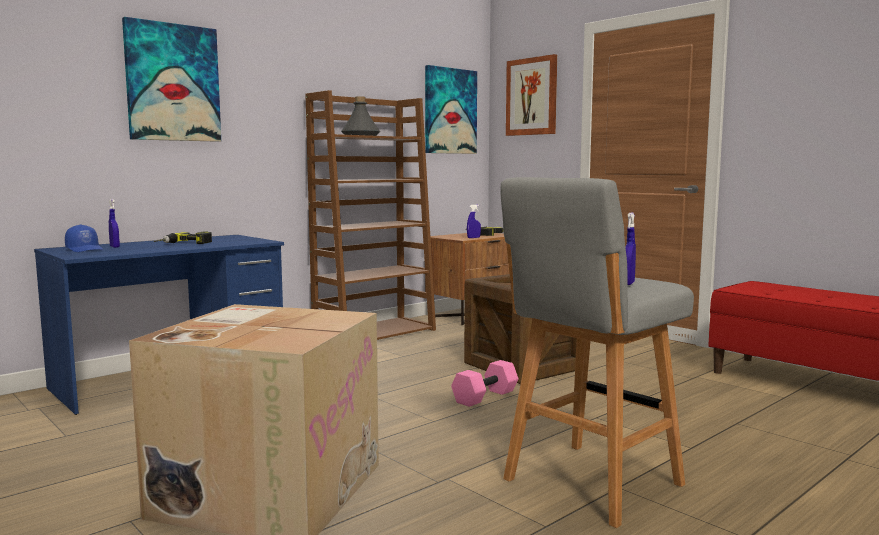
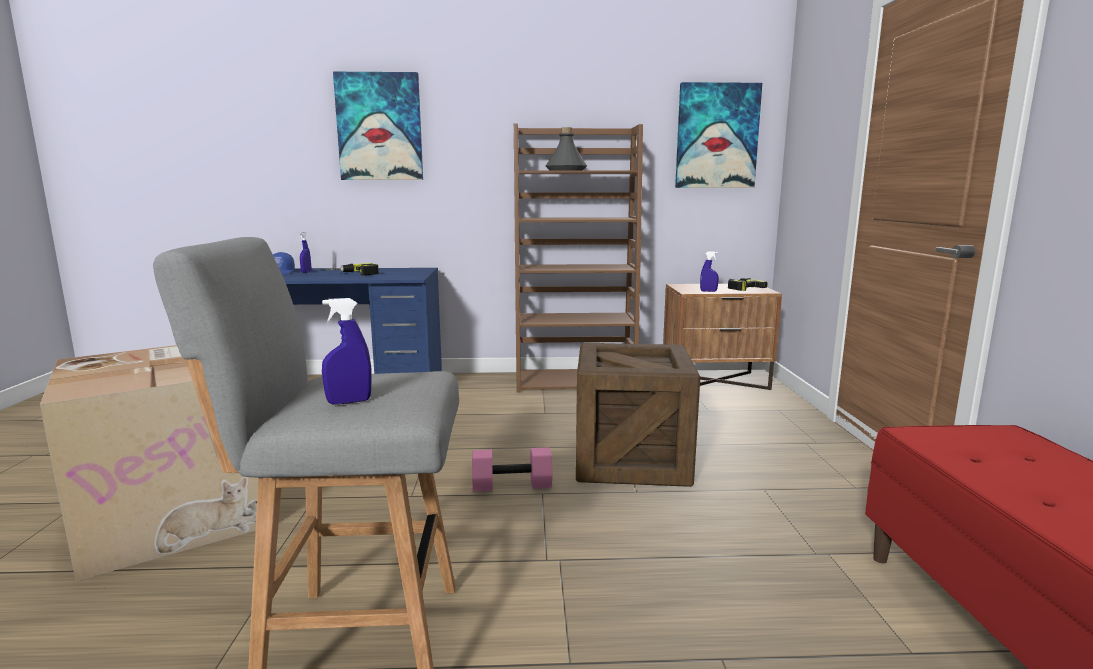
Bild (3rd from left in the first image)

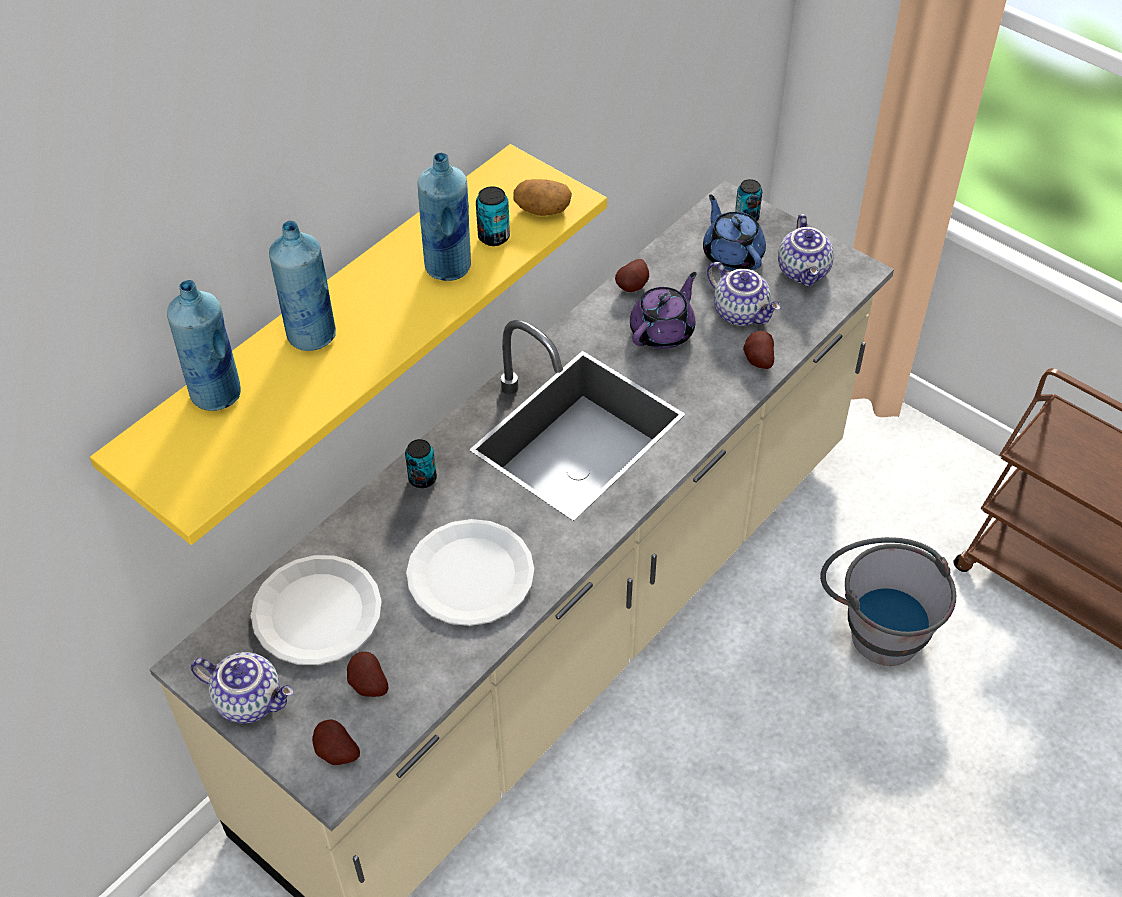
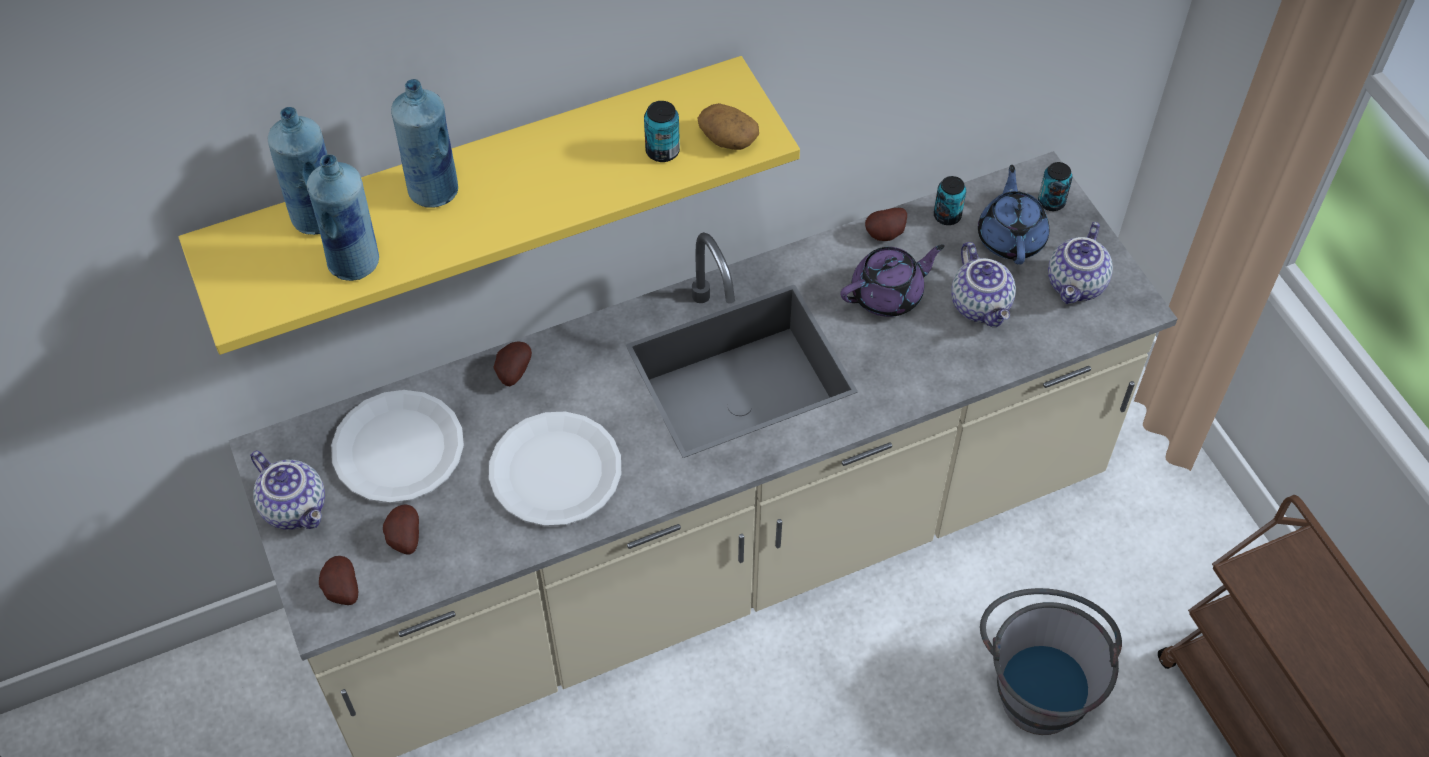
Dose (2nd from left); Flasche (blau) (2nd from left); Kartoffel (3rd from left)

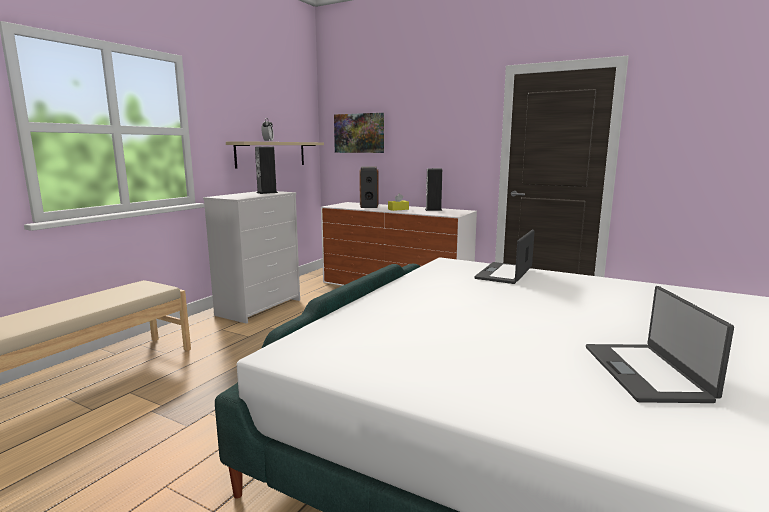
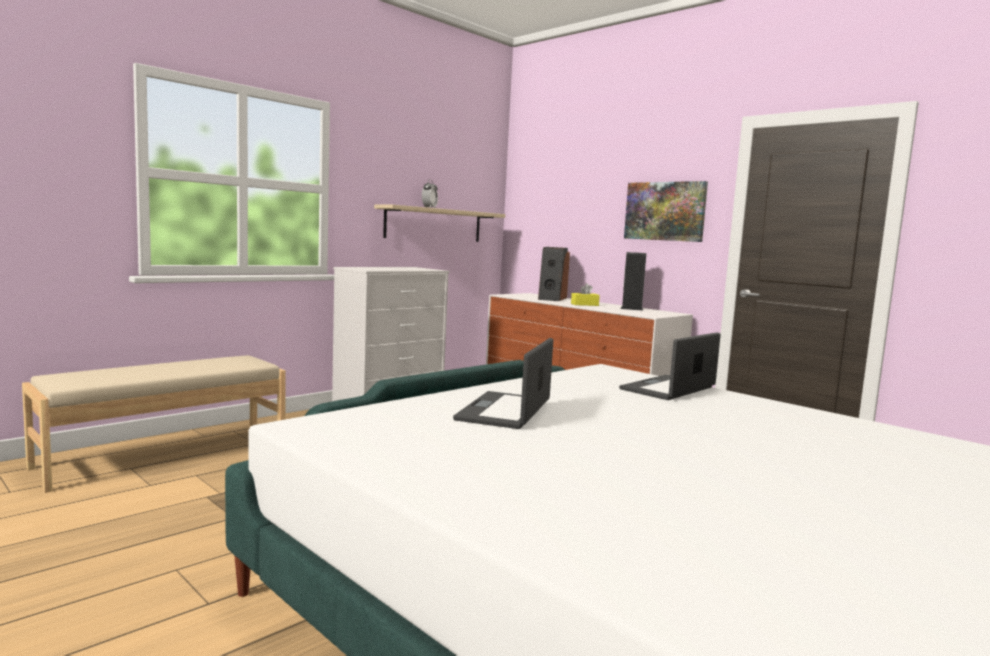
Lautsprecher (1st from left in the first image); Bild; Laptop (1st from left)

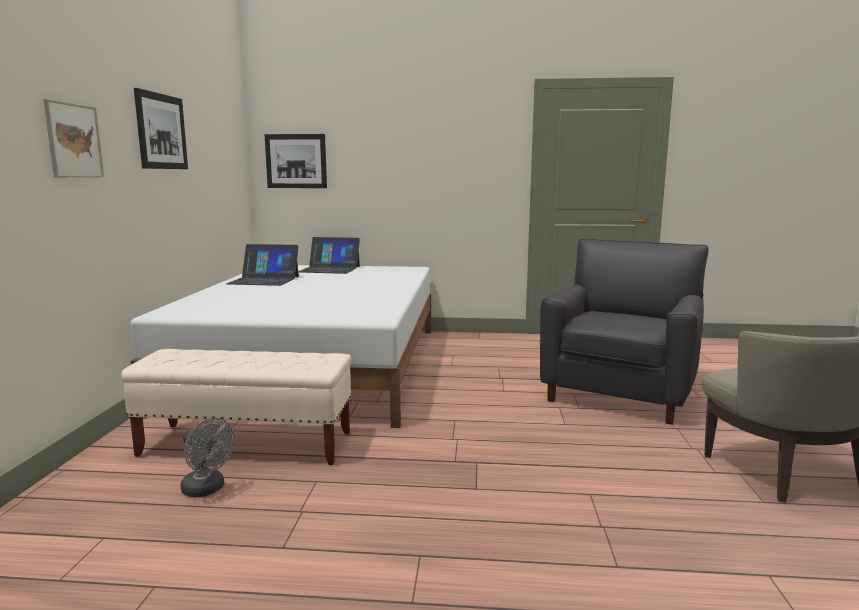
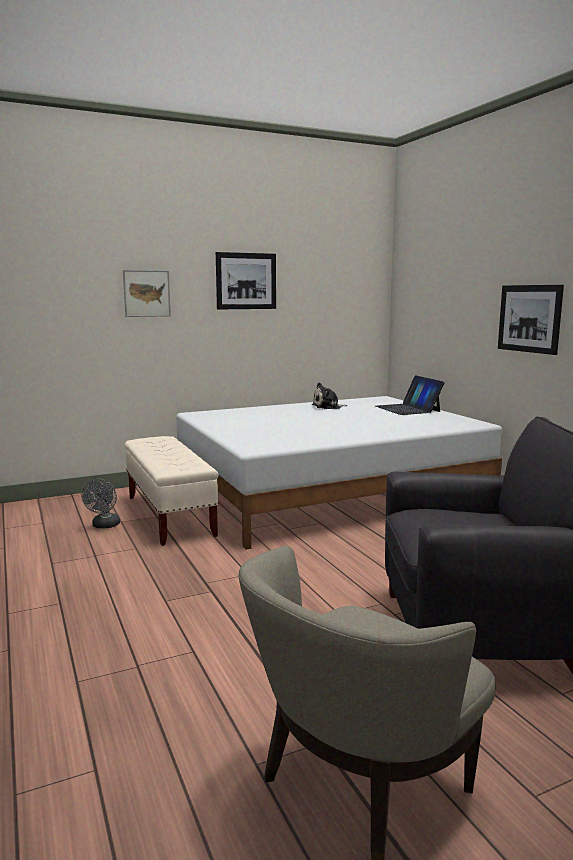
Bild (3rd from left); Plüschtier

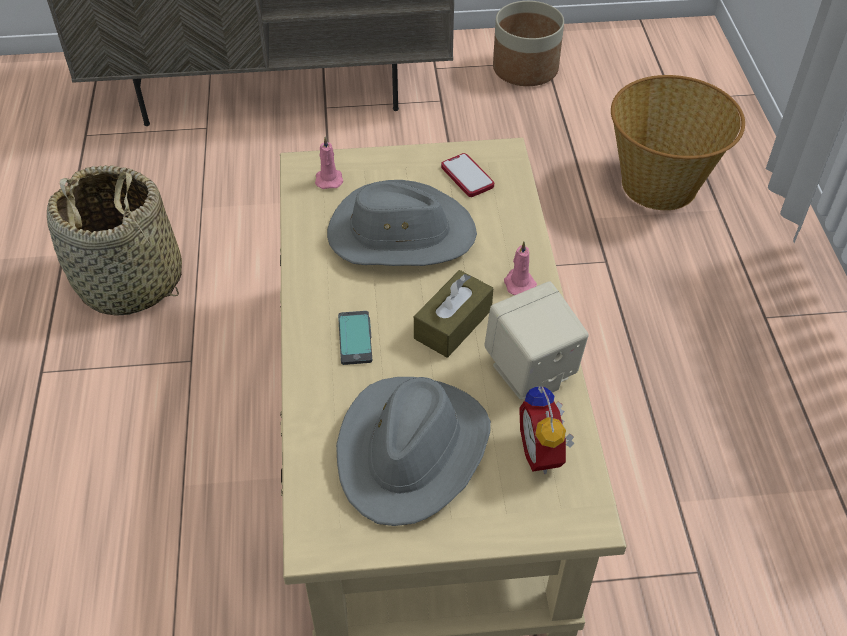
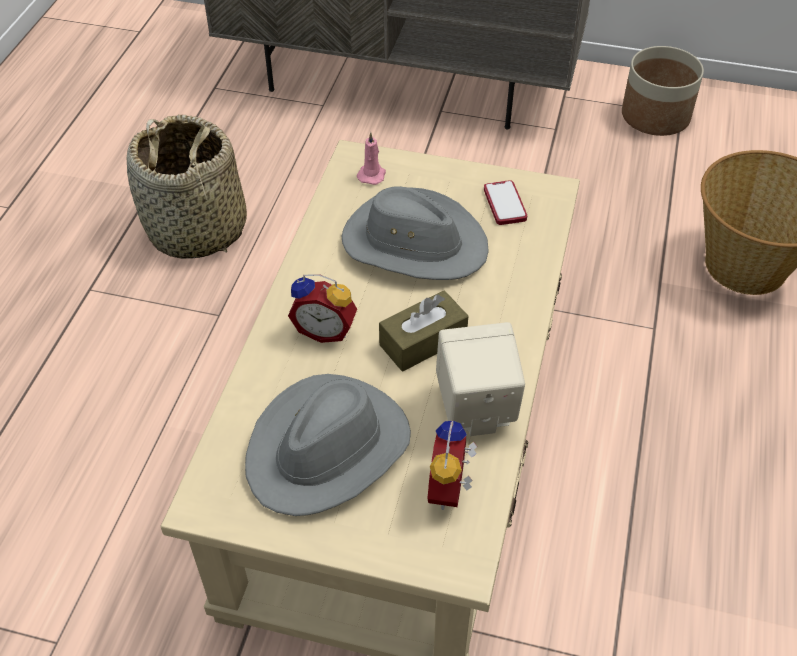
Kerze (rosa) (2nd from left in the first image); Wecker (1st from left)

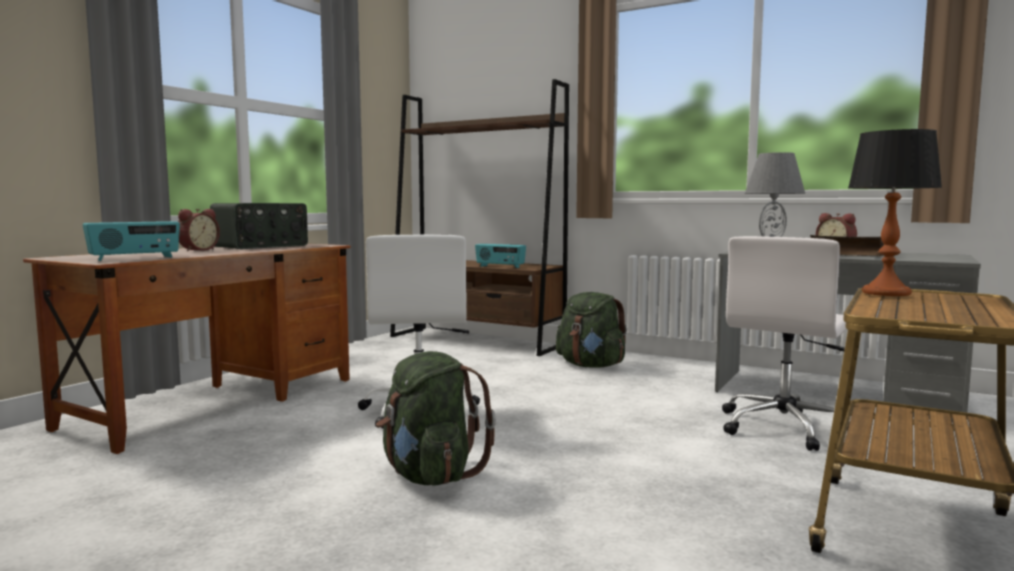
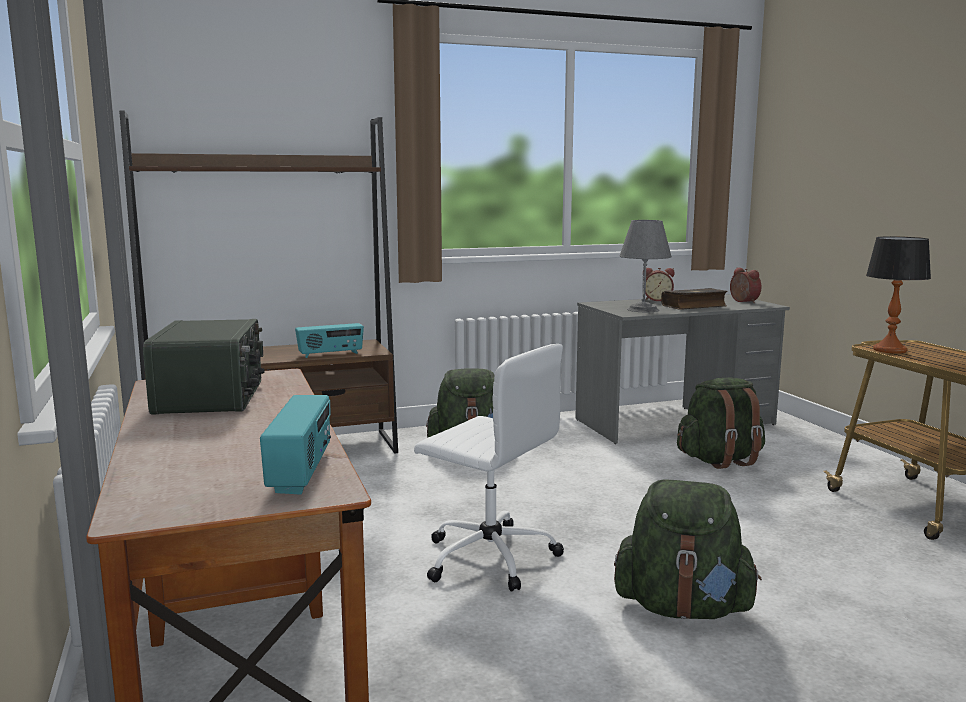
Wecker (2nd from left); Rucksack (grün) (3rd from left)

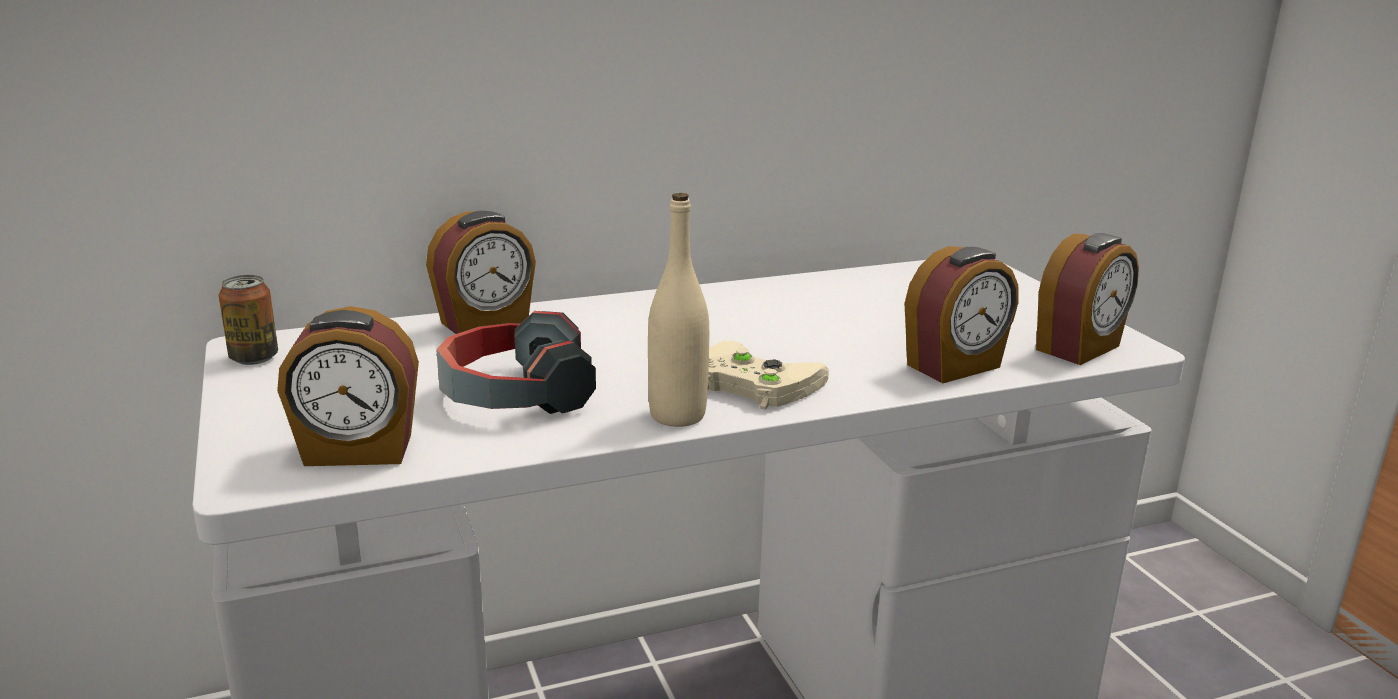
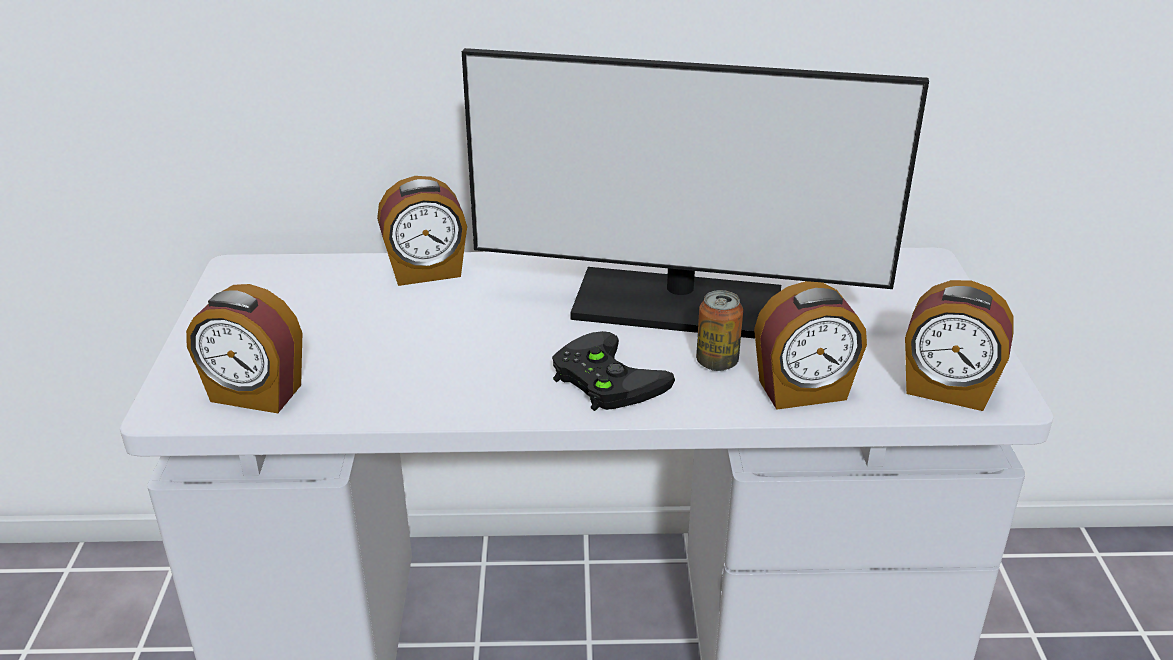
Kopfhörer; Flasche (beige); Monitor; Dose; Gamepad (schwarz); Wecker (4th from left)

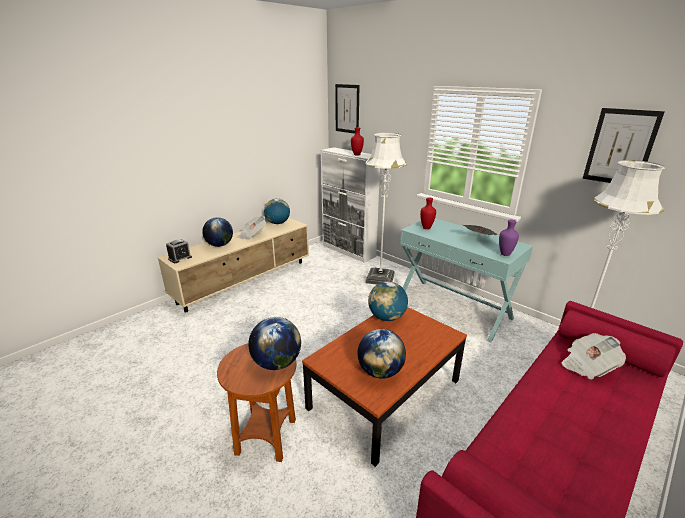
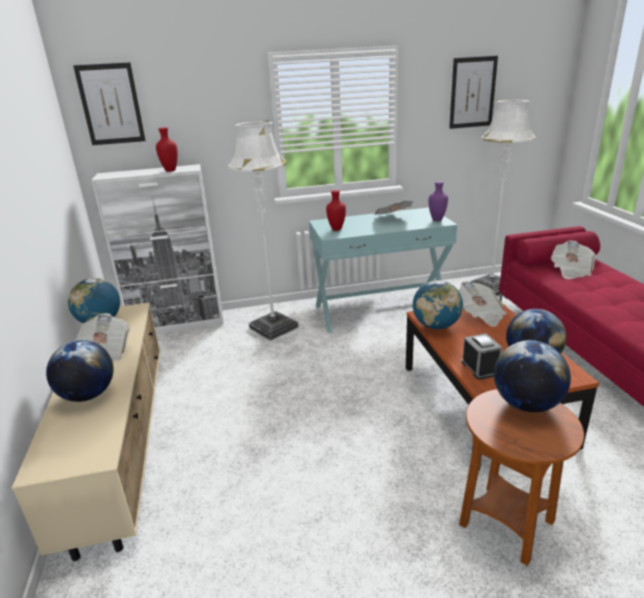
Zeitung (3rd from left); Wecker

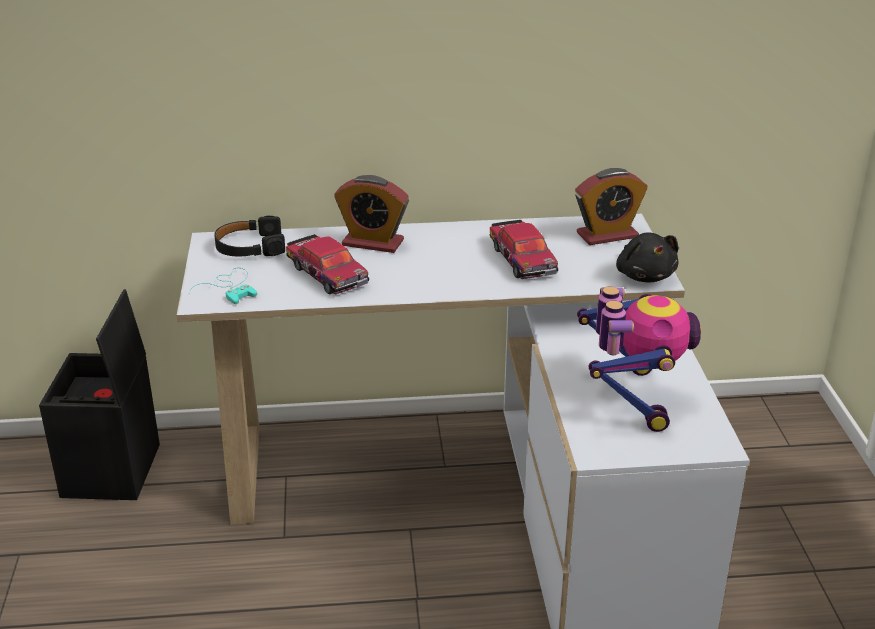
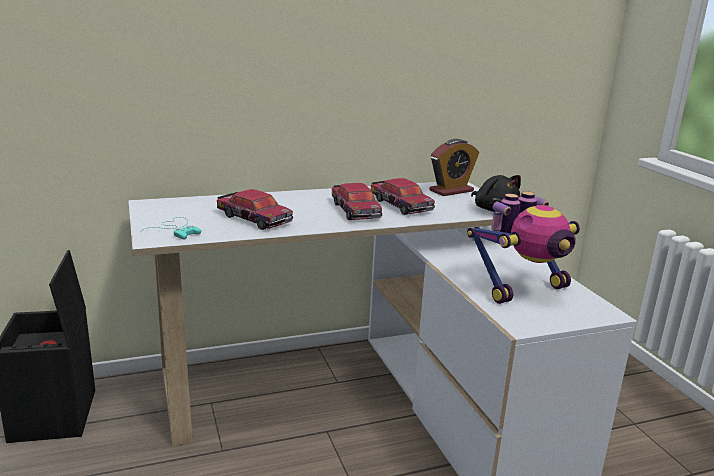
Kopfhörer (schwarz); Wecker (1st from left in the first image); Spielzeugauto (2nd from left); Spielzeugroboter

